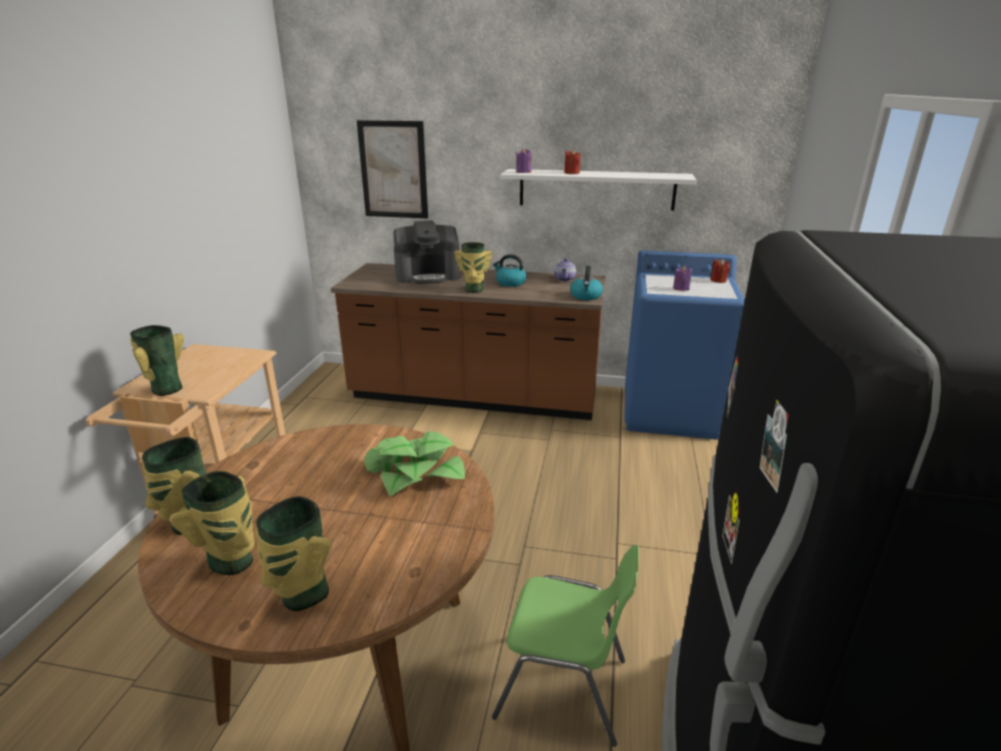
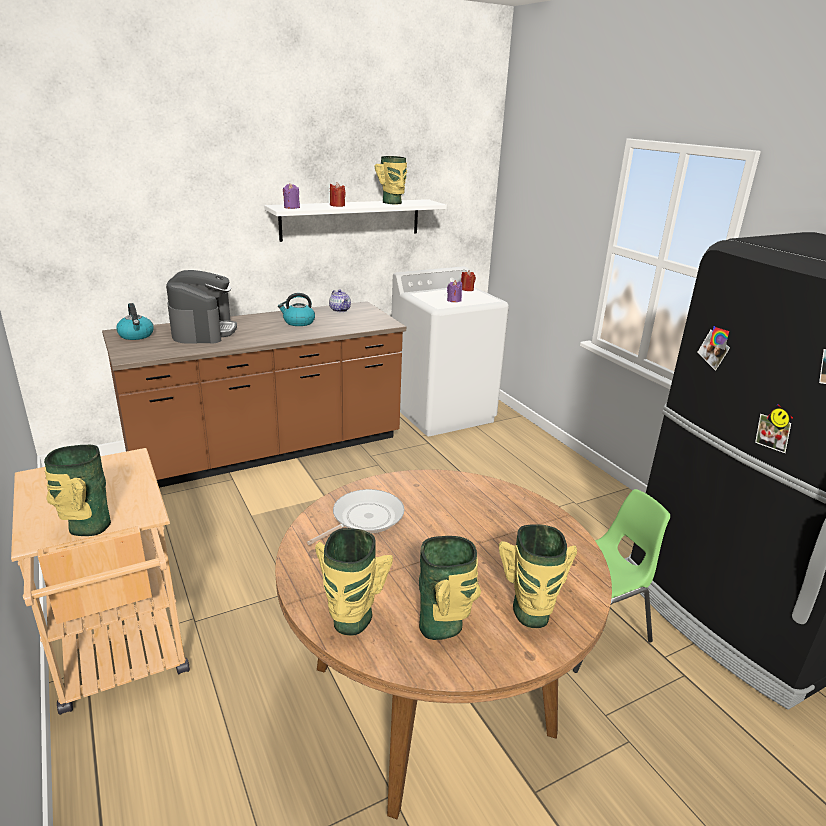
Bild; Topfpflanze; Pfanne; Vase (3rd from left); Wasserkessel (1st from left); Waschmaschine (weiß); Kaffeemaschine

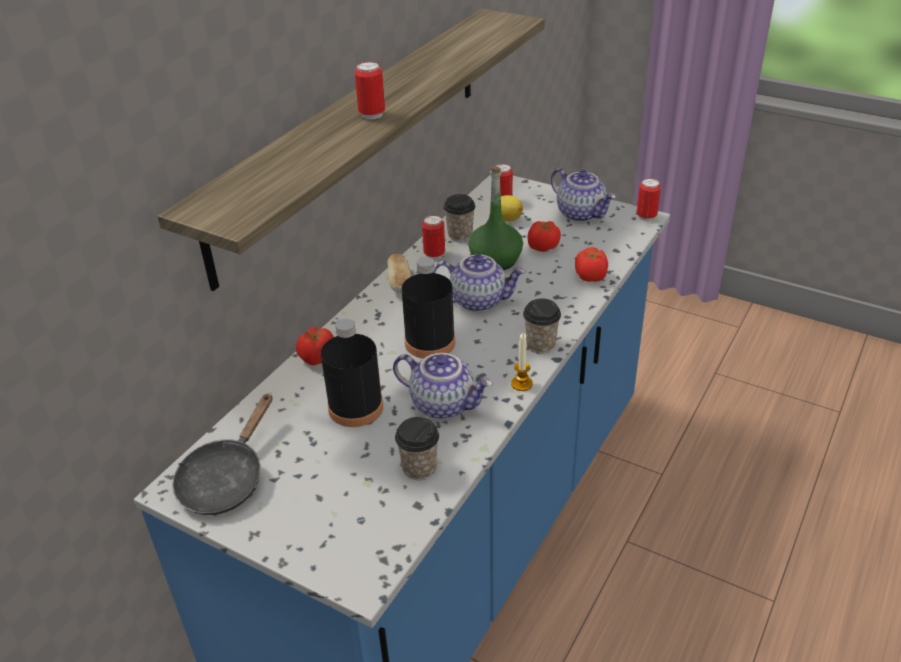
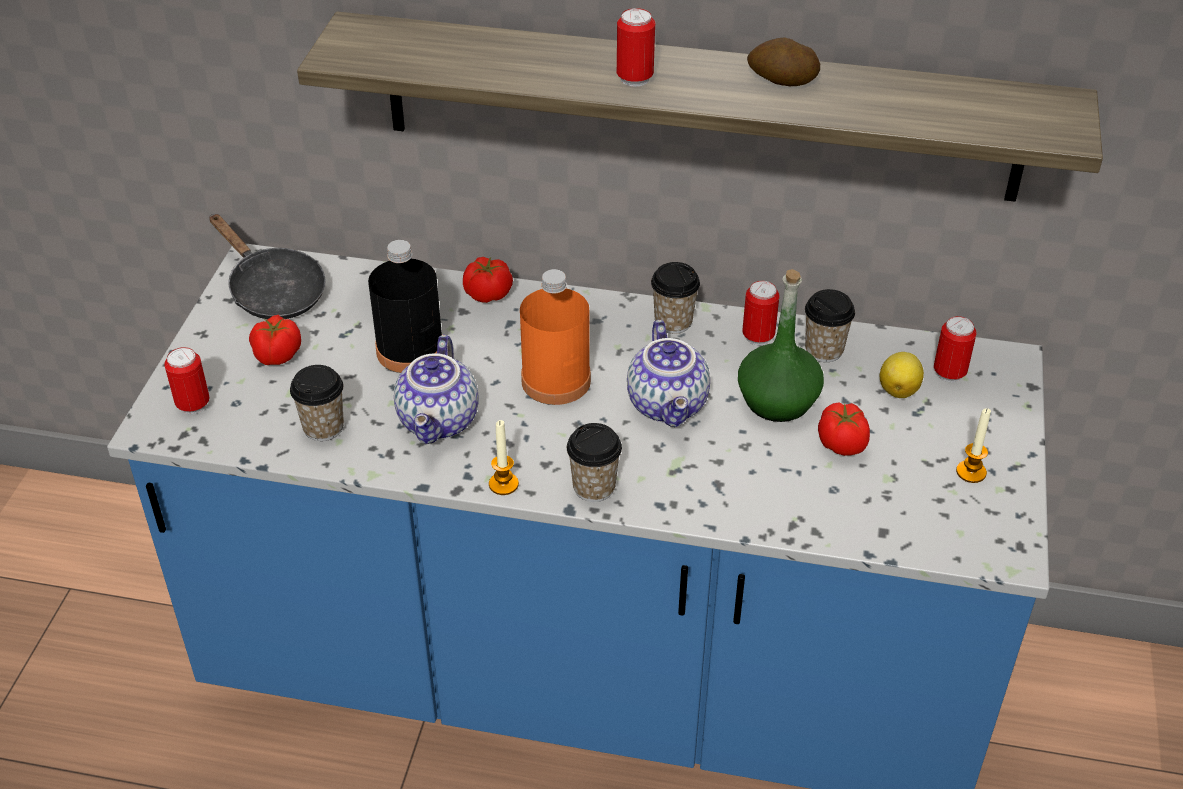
Kartoffel; Tomate (1st from left); Dose (1st from left); Tasse (3rd from left); Kerze (2nd from left); Flasche (orange); Pfanne (schwarz)

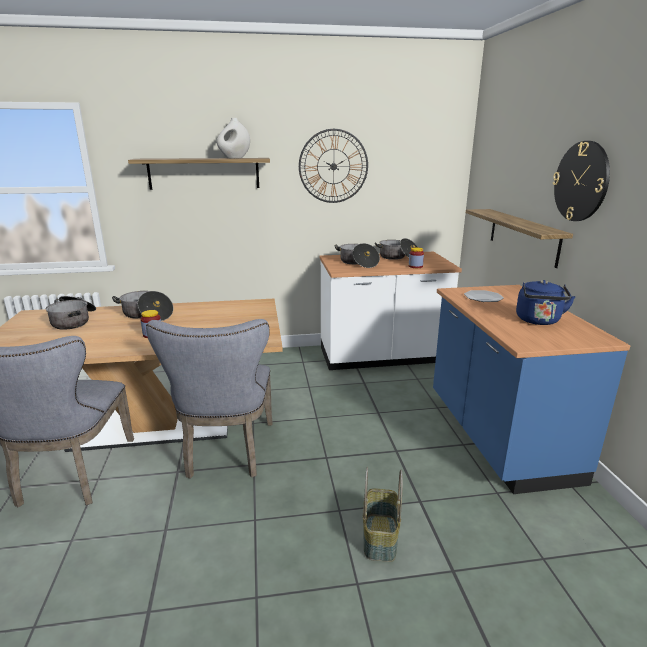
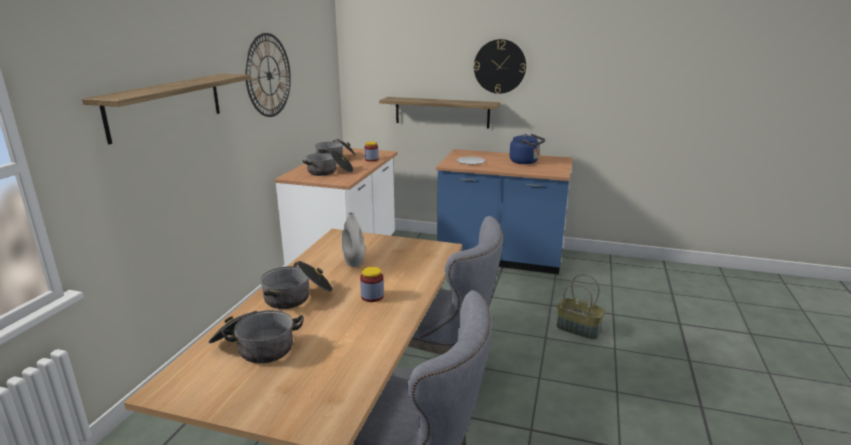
Vase (weiß)

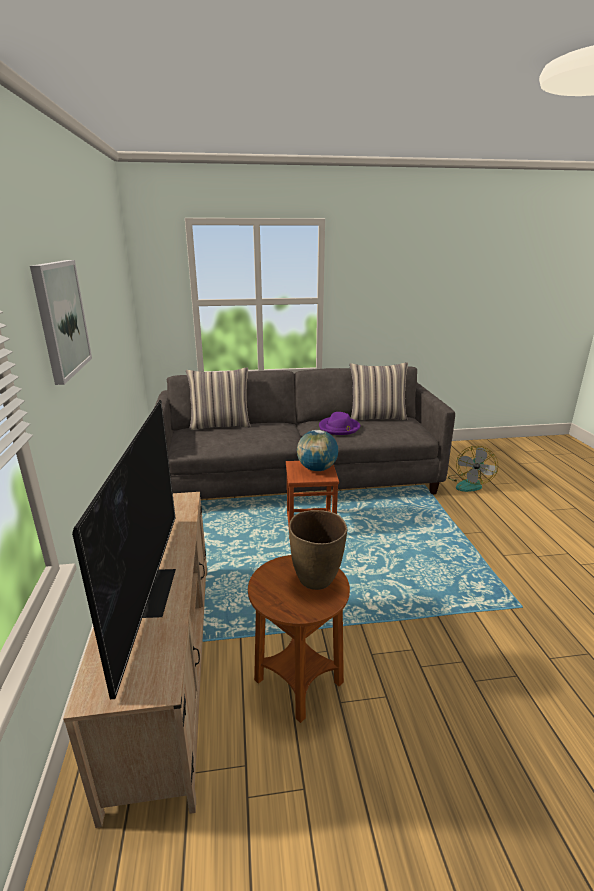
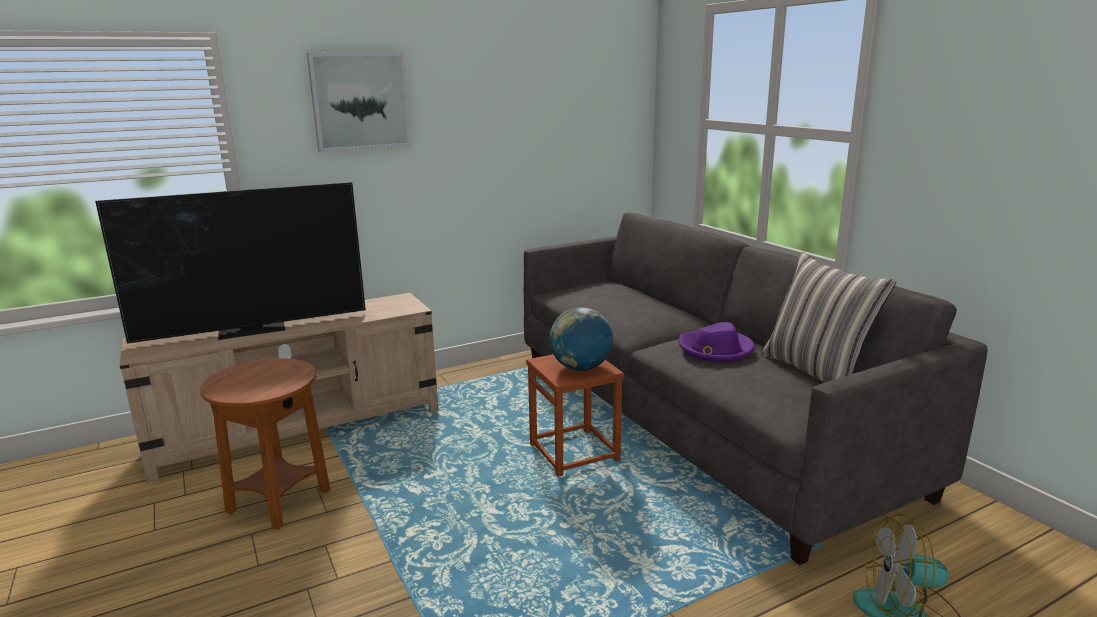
Kissen (1st from left in the first image); Vase (braun)

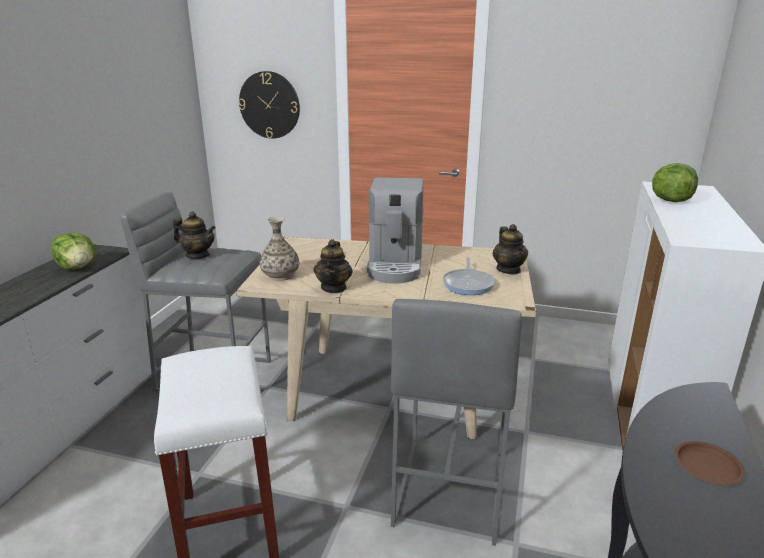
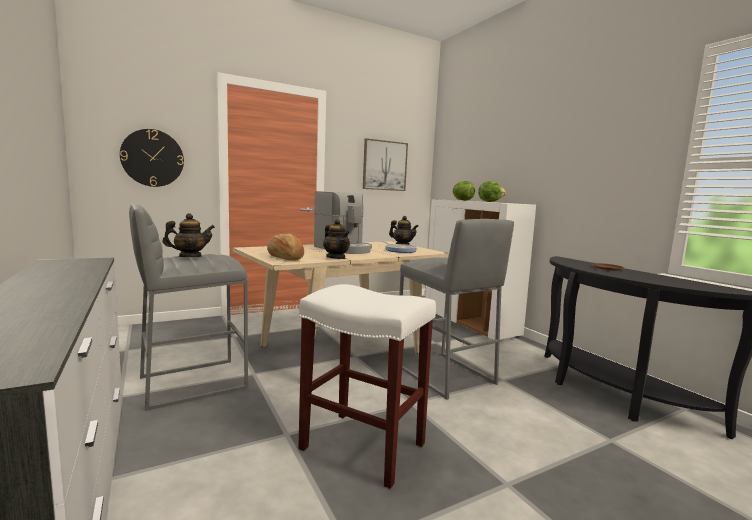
Bild; Salatkopf (2nd from left); Brot

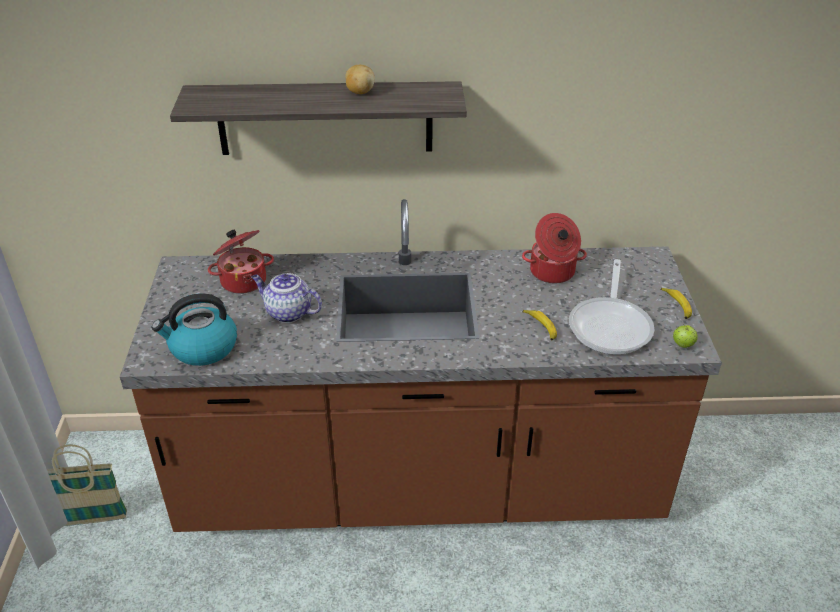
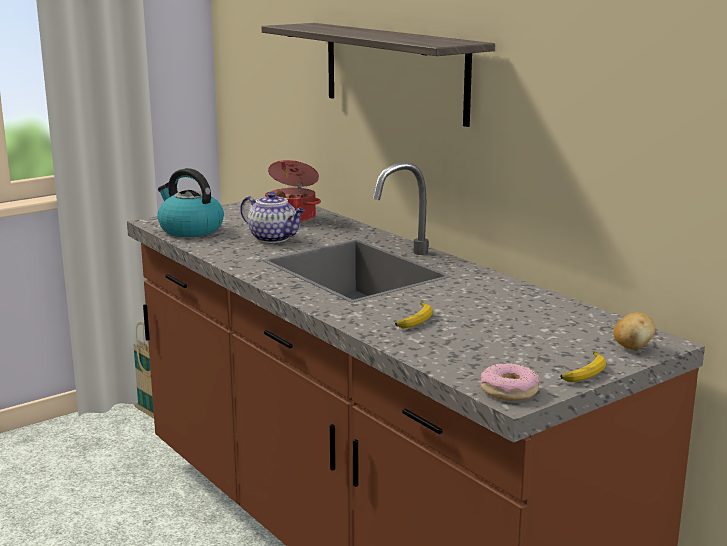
Kochtopf (2nd from left in the first image); Pfanne; Kartoffel; Donut; Teekanne

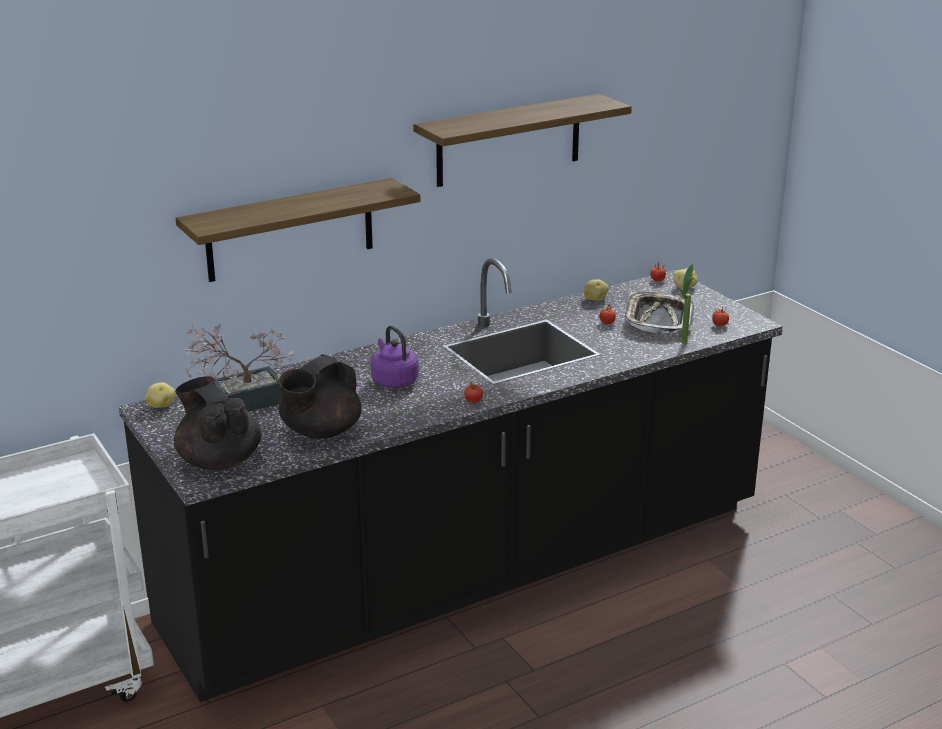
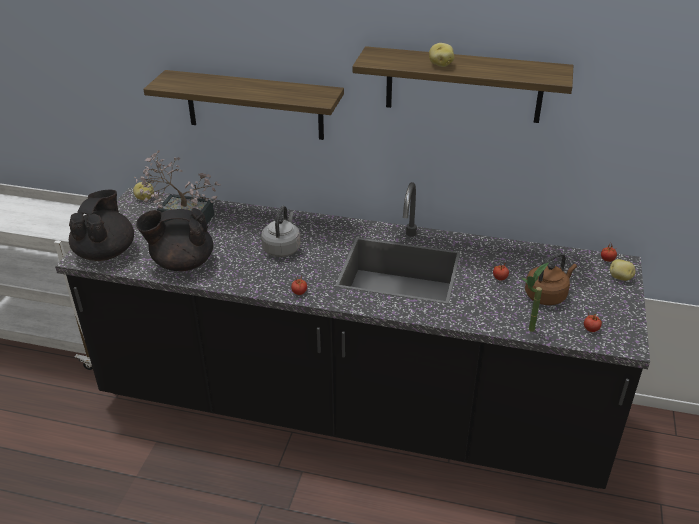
Kartoffel (2nd from left); Wasserkessel (braun); Wasserkessel (grau)

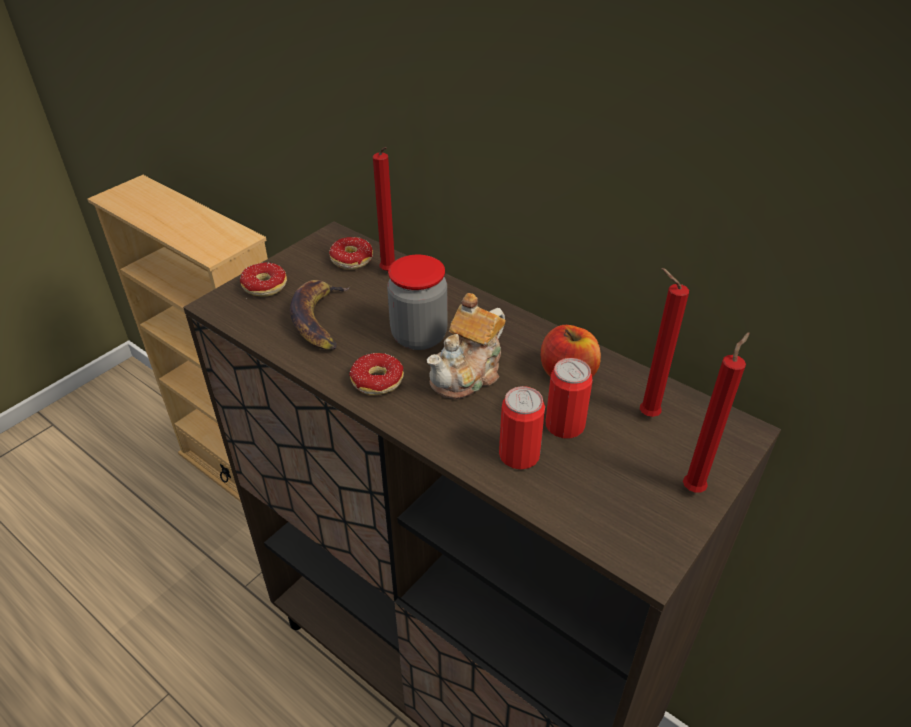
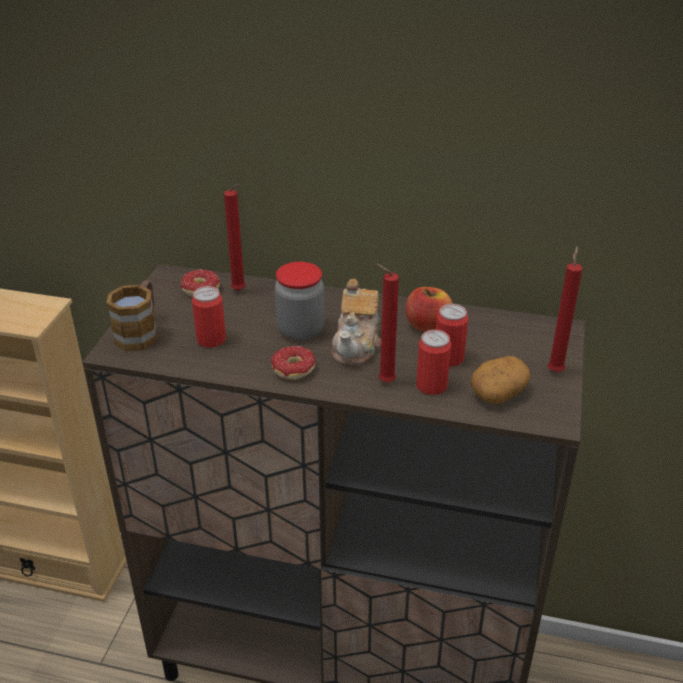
Kartoffel; Kerze (rot) (2nd from left); Henkelbecher; Dose (1st from left)

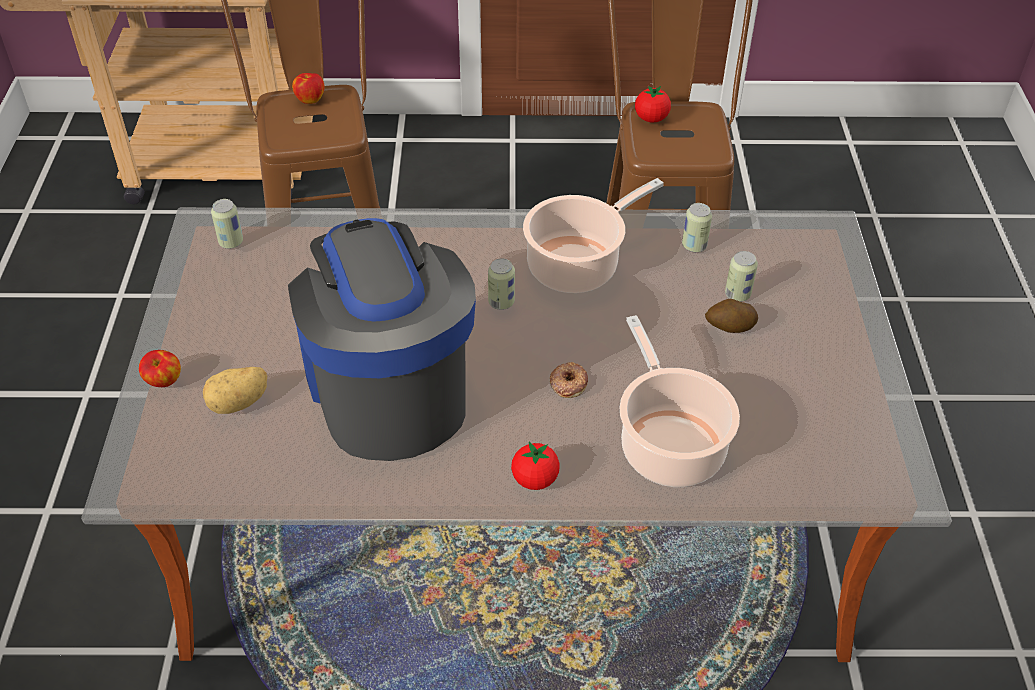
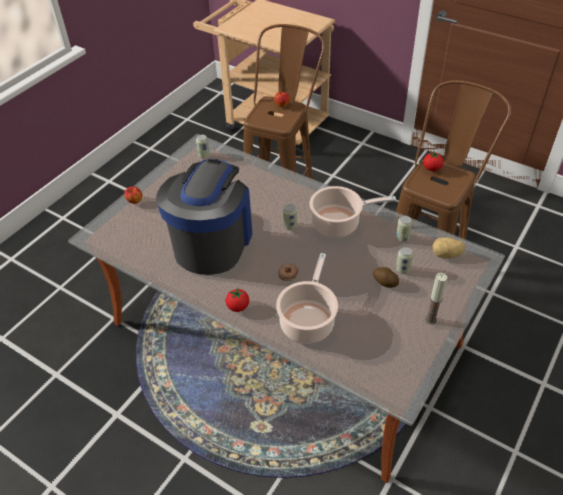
Kerze; Kartoffel (2nd from left)

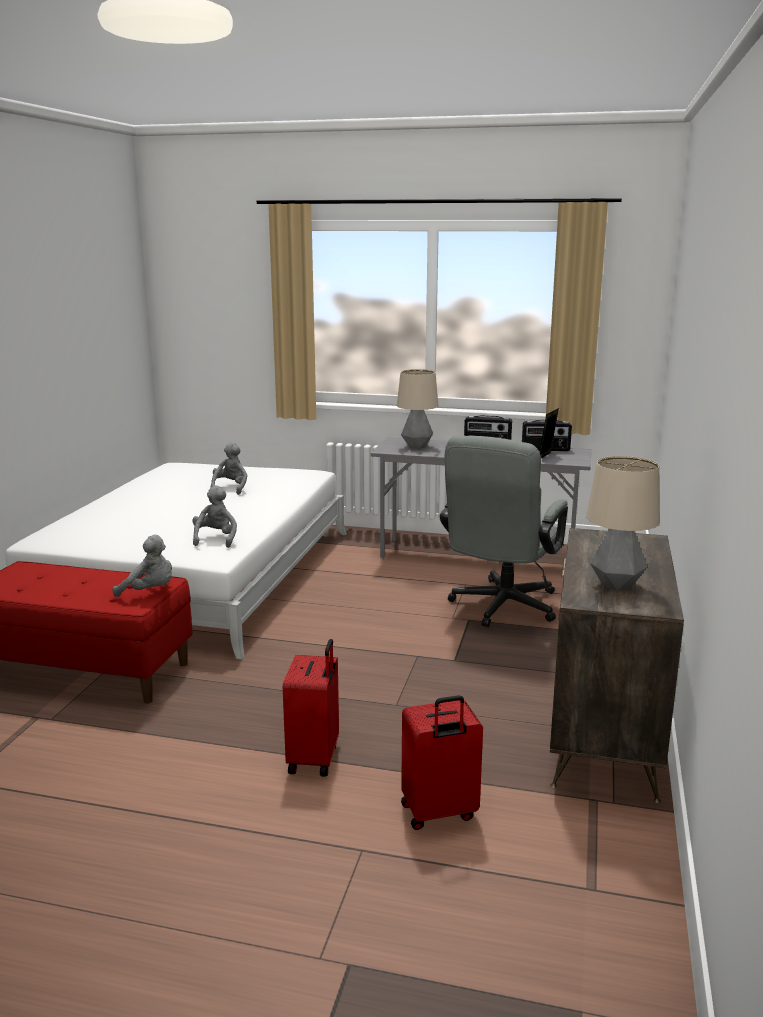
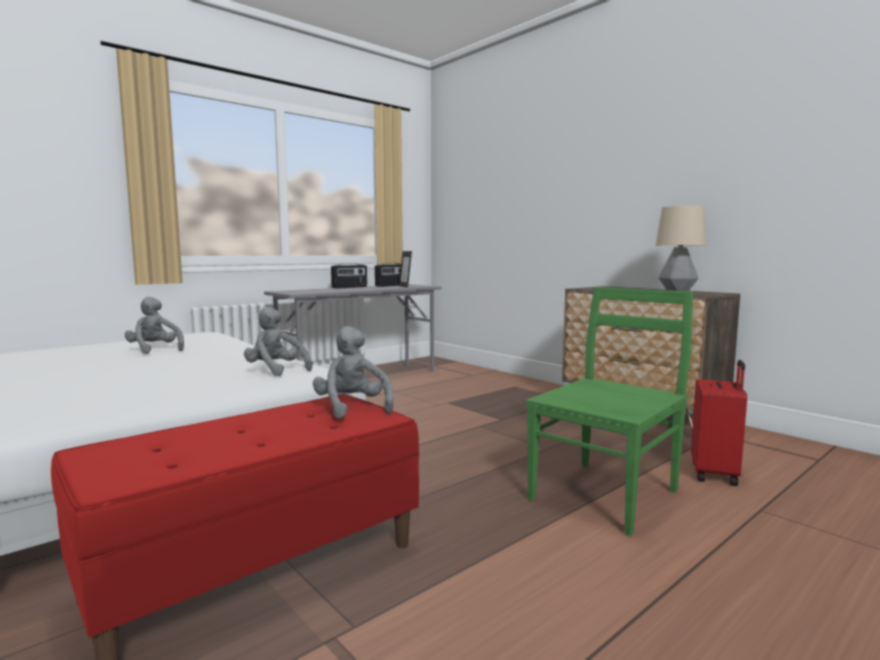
Tischlampe (1st from left in the first image); Bürostuhl (grau); Stuhl (grün); Plüschtier (grau) (3rd from left)

